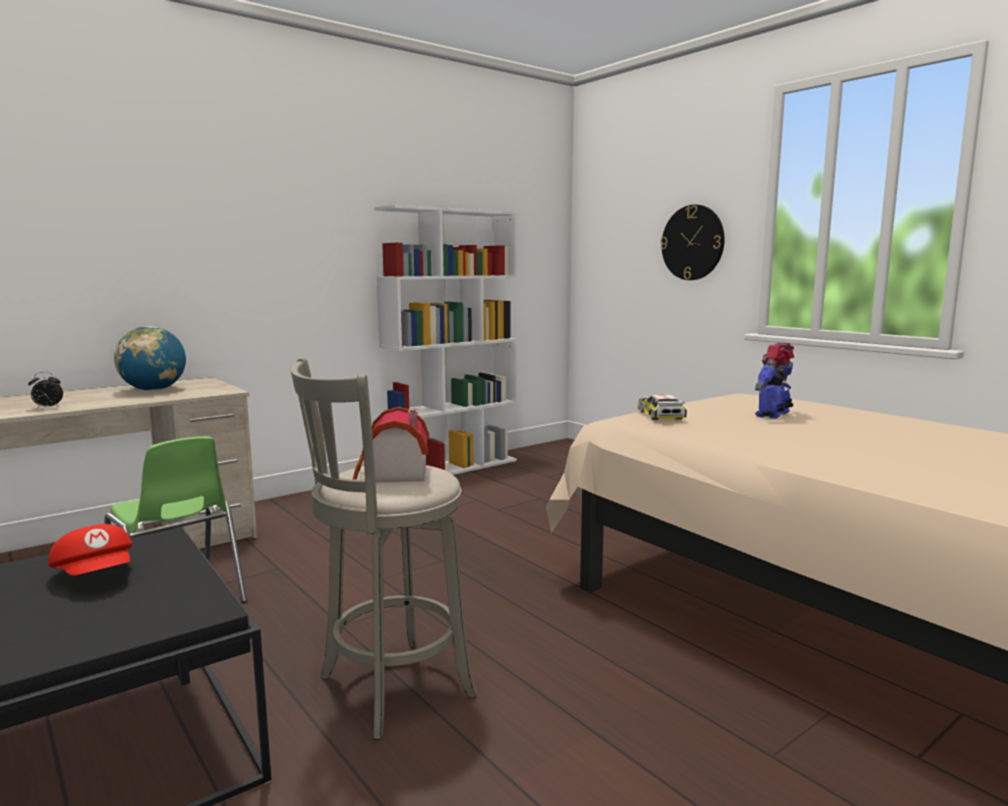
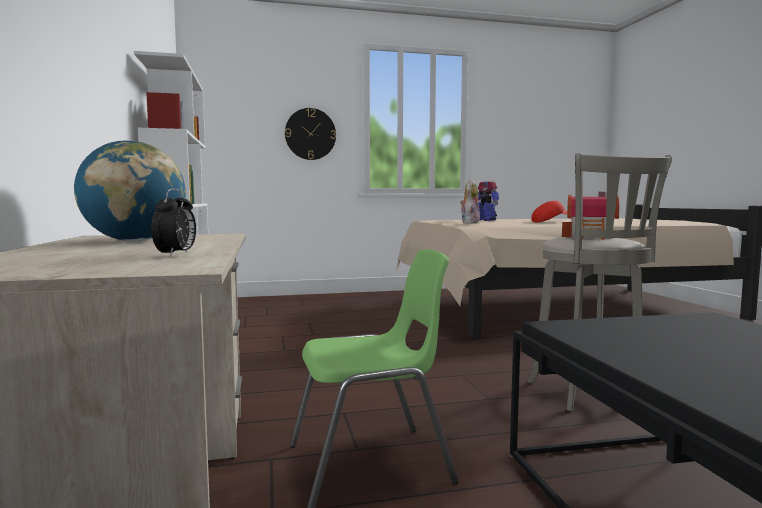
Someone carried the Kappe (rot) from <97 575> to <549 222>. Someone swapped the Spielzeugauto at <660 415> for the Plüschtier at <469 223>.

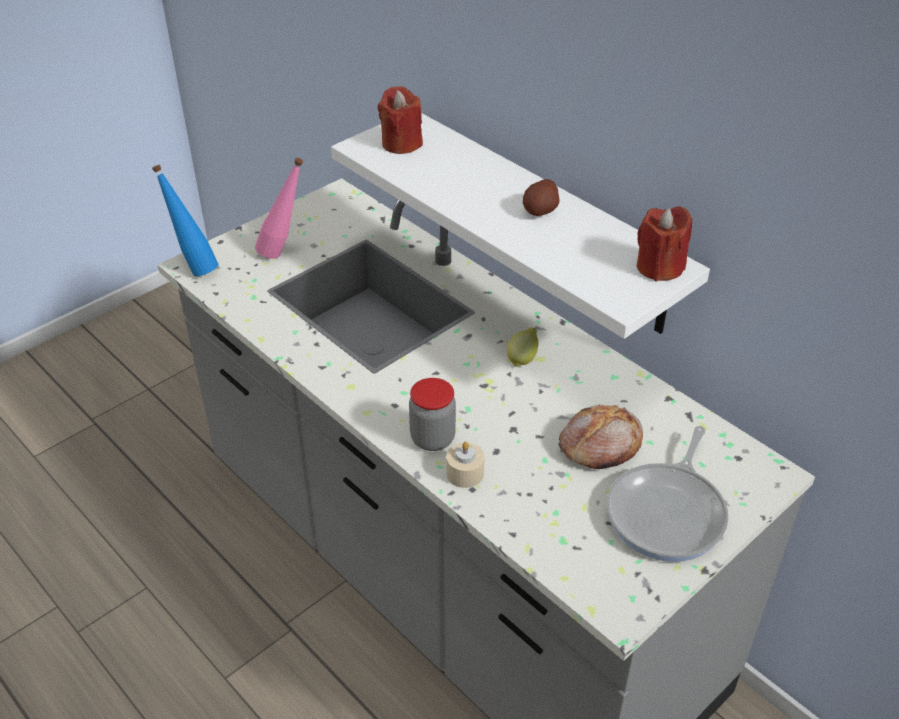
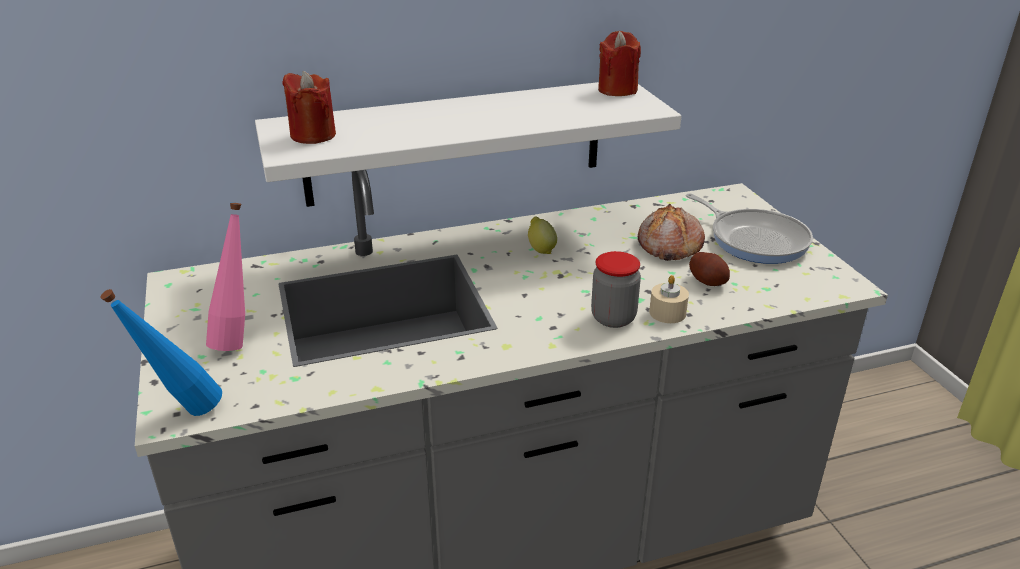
Someone carried the Kartoffel from <540 210> to <708 281>.

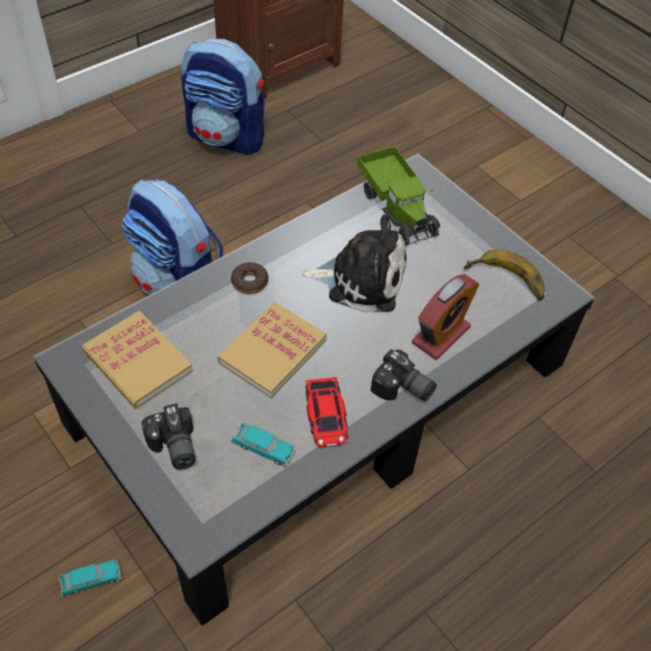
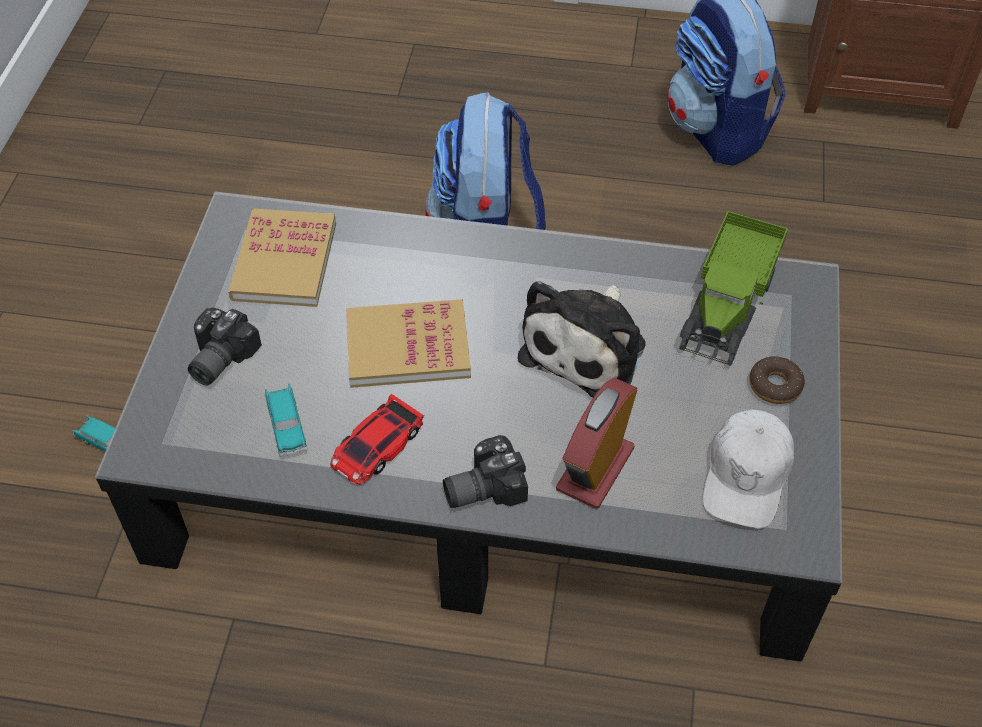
Someone carried the Donut from <249 282> to <775 385>. Someone swapped the Banane at <505 282> for the Kappe (weiß) at <746 476>. Someone rotated the Plüschtier at <361 279> by 60 degrees clockwise. Someone rotated the Kamera at <402 389> by 75 degrees clockwise. Someone rotated the Wecker at <441 335> by 120 degrees clockwise.

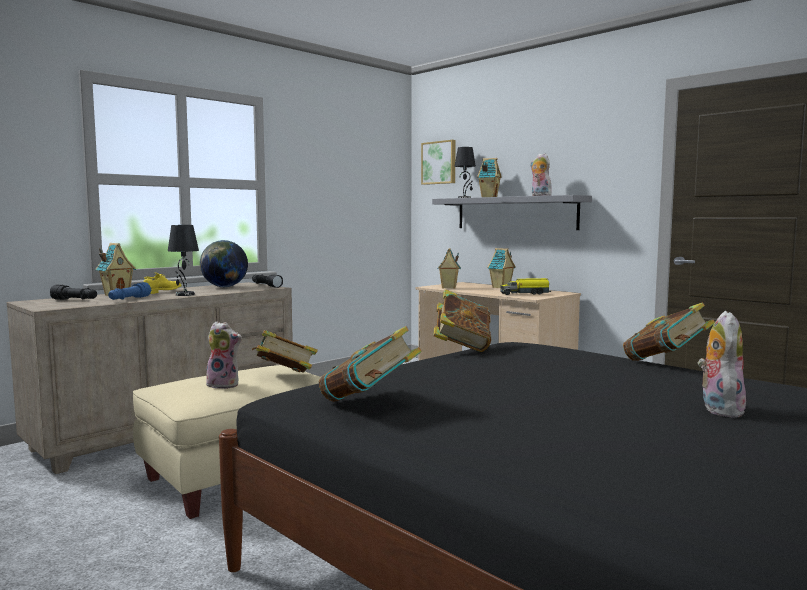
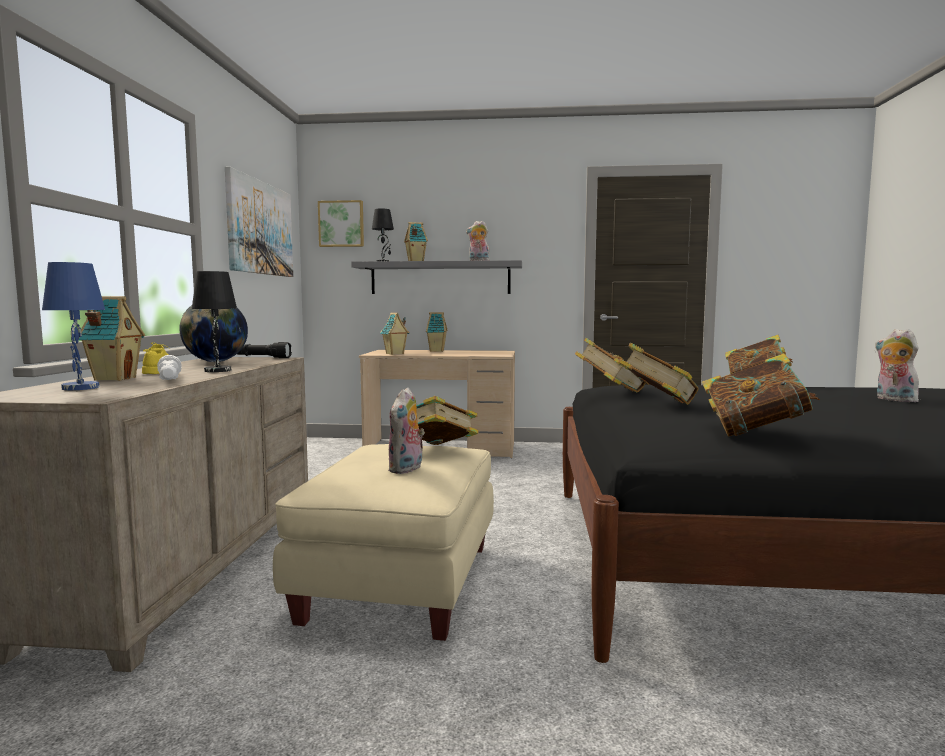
Someone took away the Spielzeuglaster at <525 293>. Someone put up the Bild at <260 228>. Someone put down the Buch at <657 404>. Someone swapped the Taschenlampe (schwarz) at <75 300> for the Tischlampe (blau) at <81 388>. Someone repainted the Taschenlampe (blau) at <129 299>, which became the Taschenlampe (weiß) at <169 380>. Someone rotated the Plüschtier at <225 385> by 135 degrees clockwise.

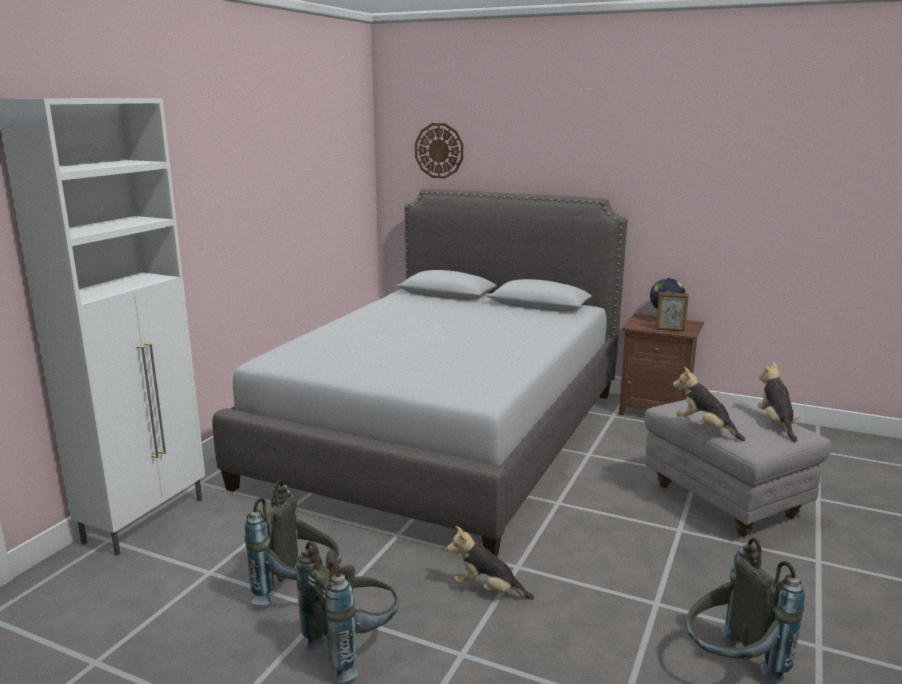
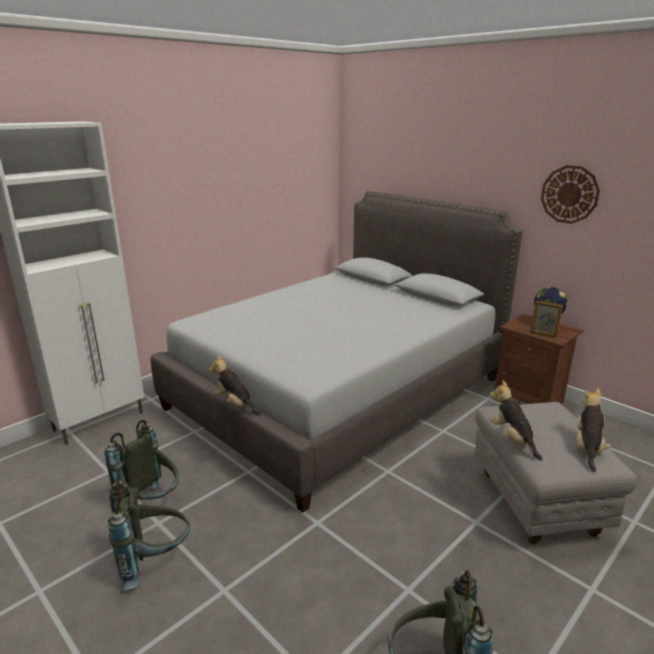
Someone carried the Wanduhr from <439 150> to <569 194>. Someone carried the Plüschtier from <488 590> to <235 404>.

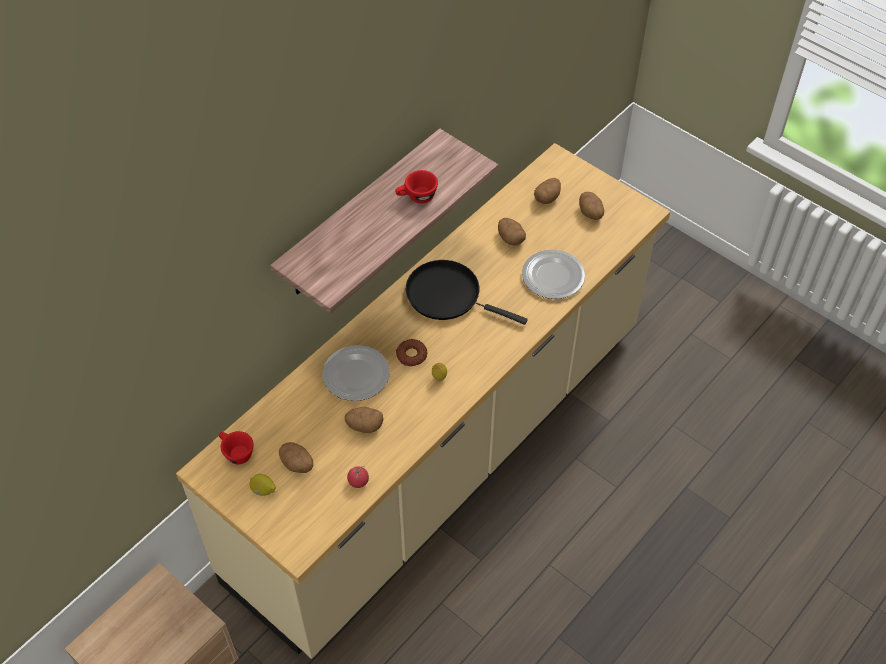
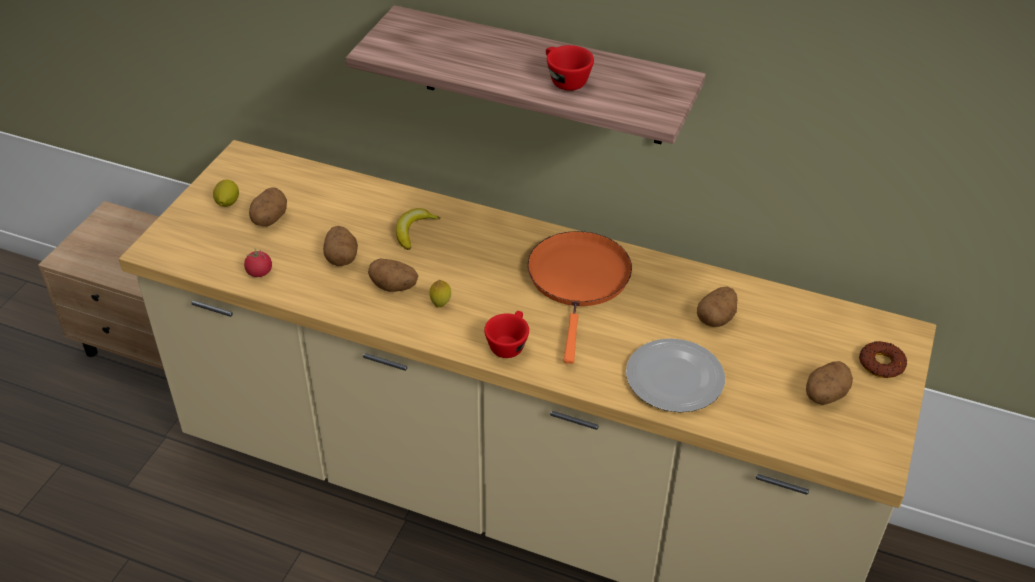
Someone carried the Tasse (rot) from <236 453> to <508 344>. Someone carried the Donut from <411 355> to <881 364>. Someone carried the Kartoffel from <547 198> to <394 286>. Someone swapped the Teller at <355 375> for the Banane at <413 231>. Someone repainted the Pfanne (schwarz) at <448 295>, which became the Pfanne (orange) at <579 281>.

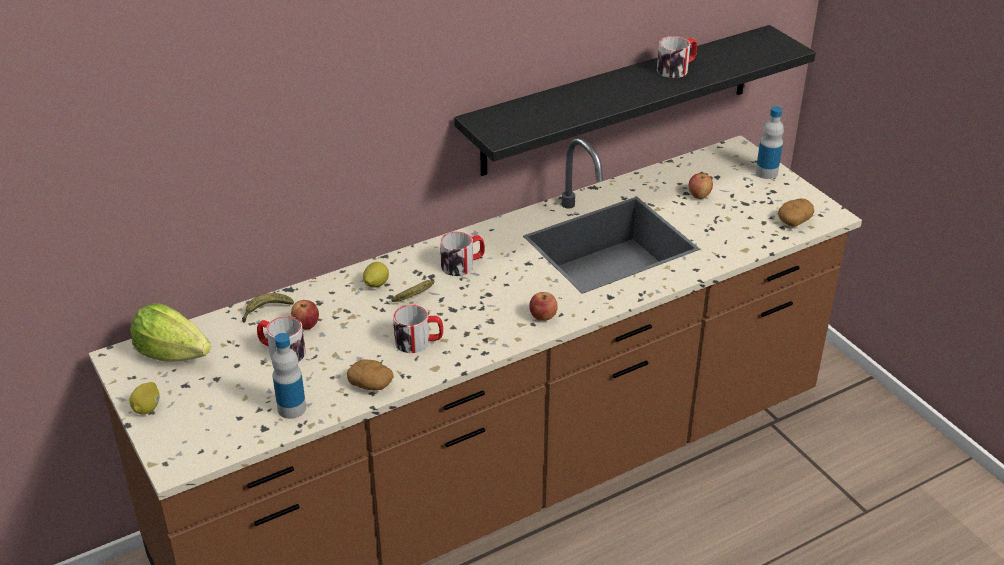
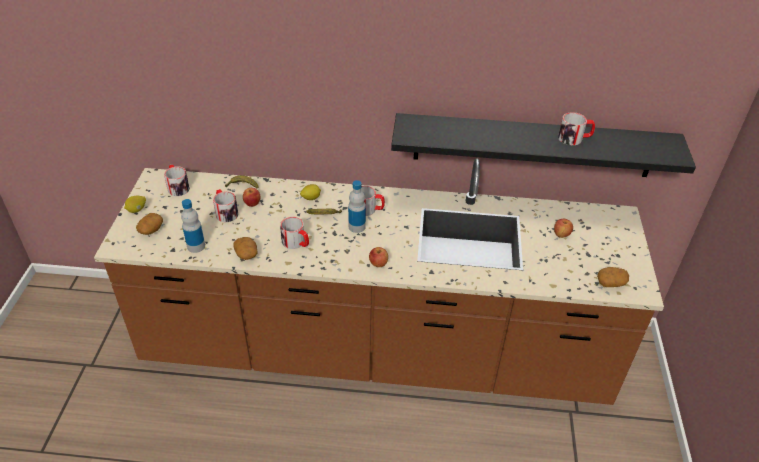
Someone put down the Kartoffel at <151 230>. Someone carried the Flasche from <766 173> to <357 227>. Someone swapped the Salatkopf at <172 353> for the Henkelbecher at <177 187>.

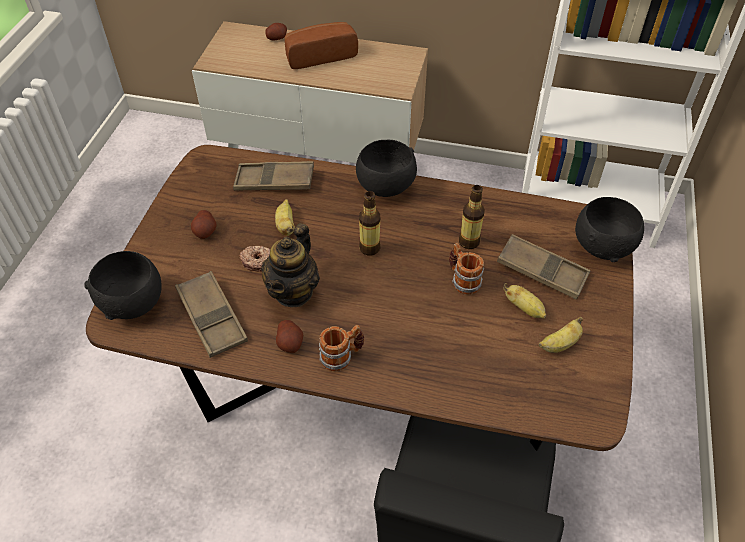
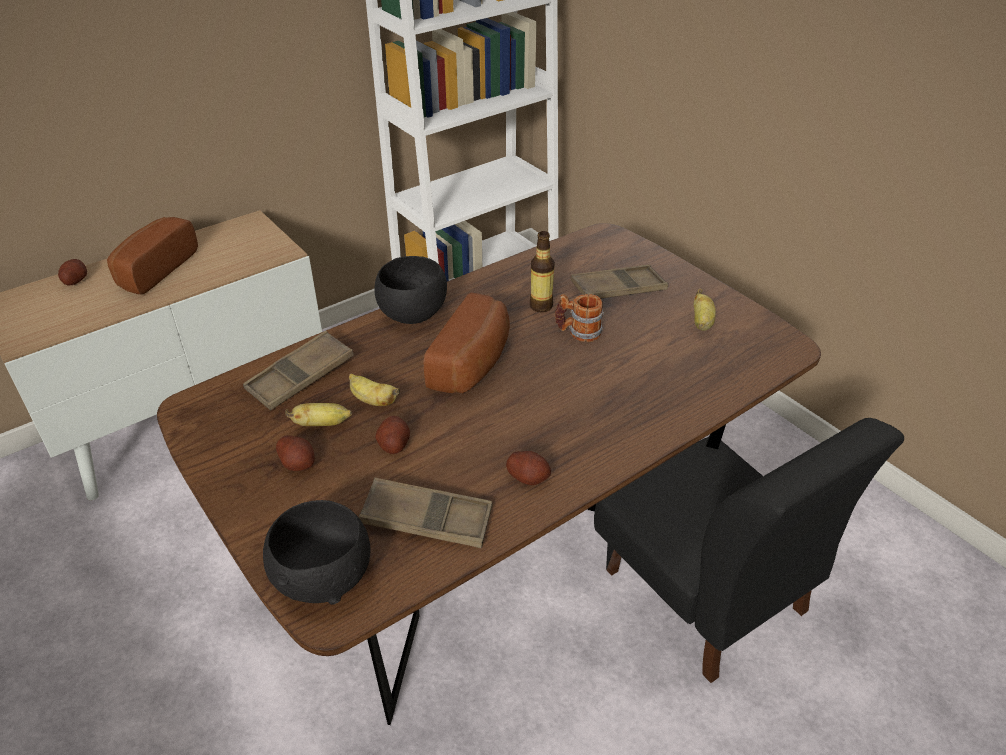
Someone took away the Teekanne at <293 291>. Someone took away the Henkelbecher at <342 356>. Someone took away the Schüssel (schwarz) at <603 246>. Someone carried the Banane from <524 308> to <322 424>. Someone swapped the Donut at <258 261> for the Kartoffel at <393 445>. Someone swapped the Flasche at <369 248> for the Brot at <474 363>.

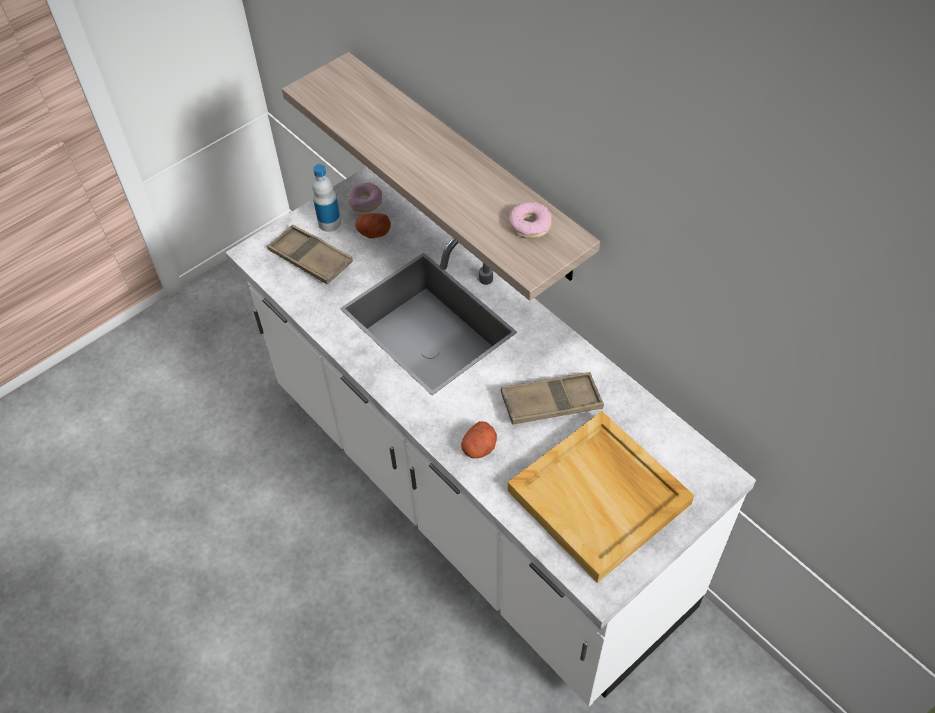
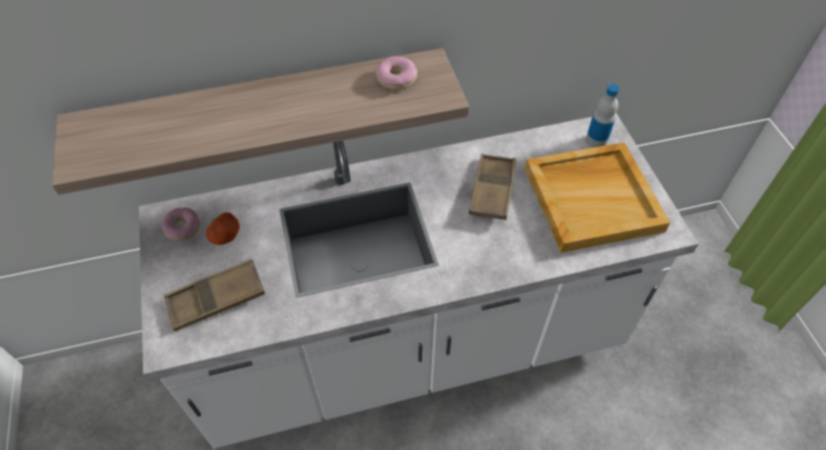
Someone took away the Kartoffel at <479 448>. Someone carried the Flasche from <329 223> to <596 141>.

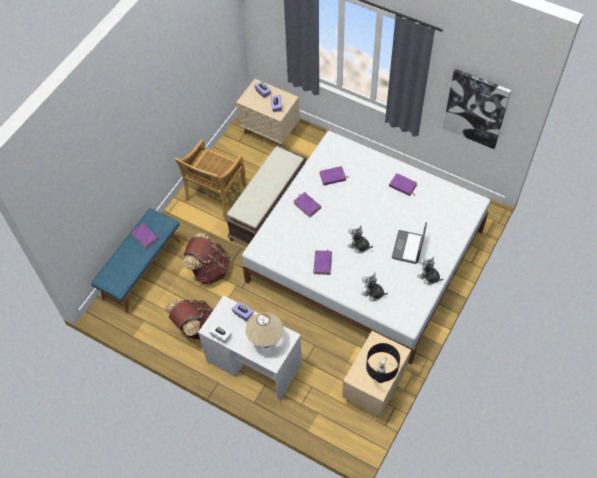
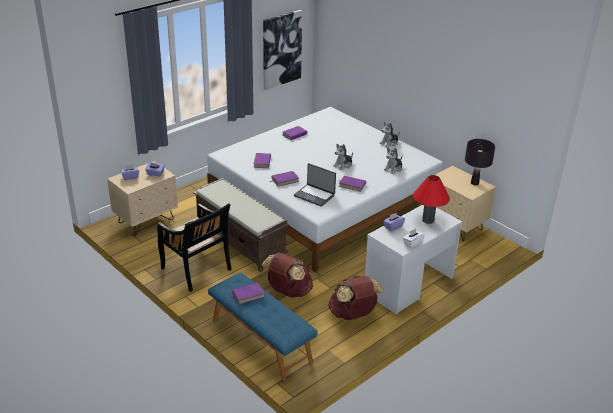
Someone carried the Laptop from <408 247> to <314 195>. Someone repainted the Stuhl (beige) at <215 194>, which became the Stuhl (schwarz) at <197 270>. Someone repainted the Tischlampe (beige) at <266 342>, which became the Tischlampe (rot) at <428 220>.

